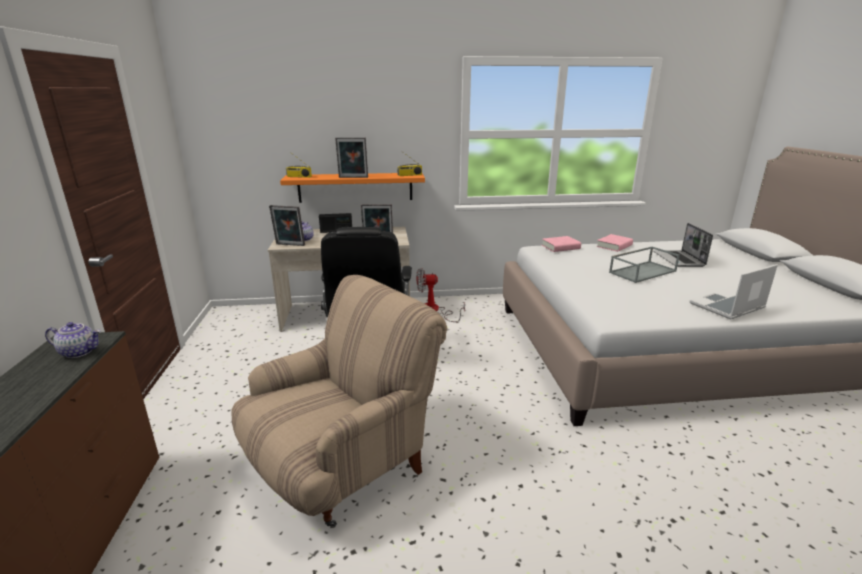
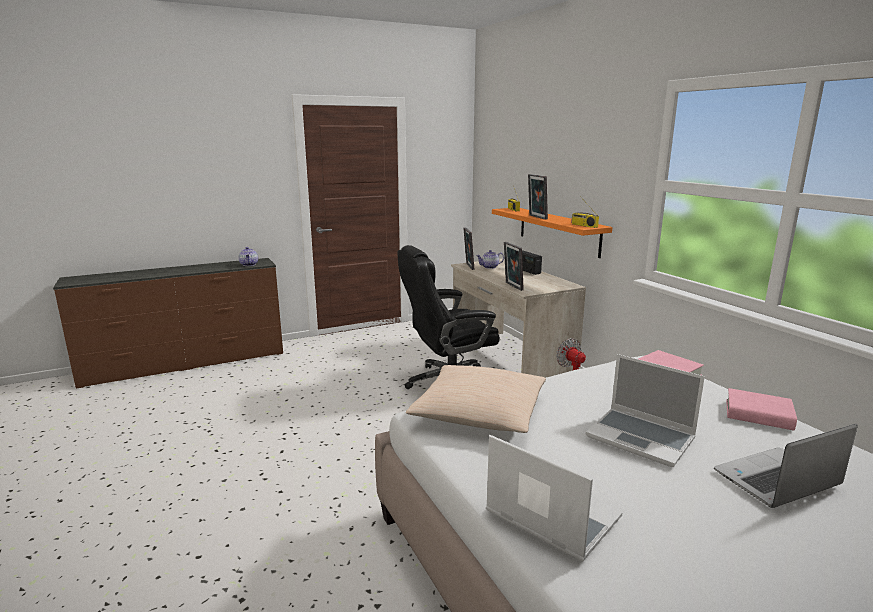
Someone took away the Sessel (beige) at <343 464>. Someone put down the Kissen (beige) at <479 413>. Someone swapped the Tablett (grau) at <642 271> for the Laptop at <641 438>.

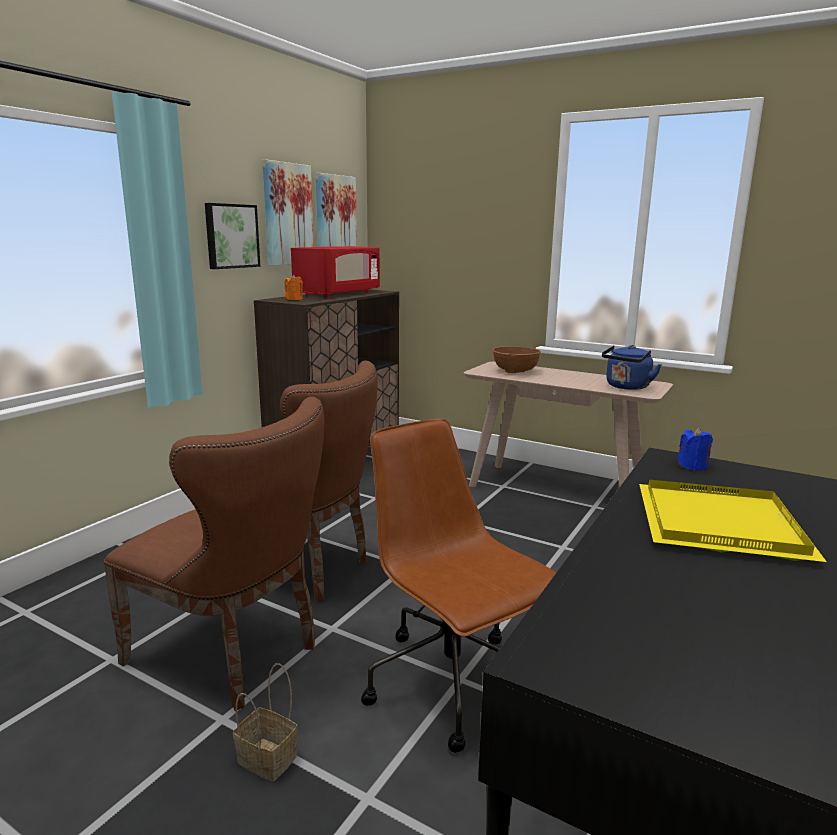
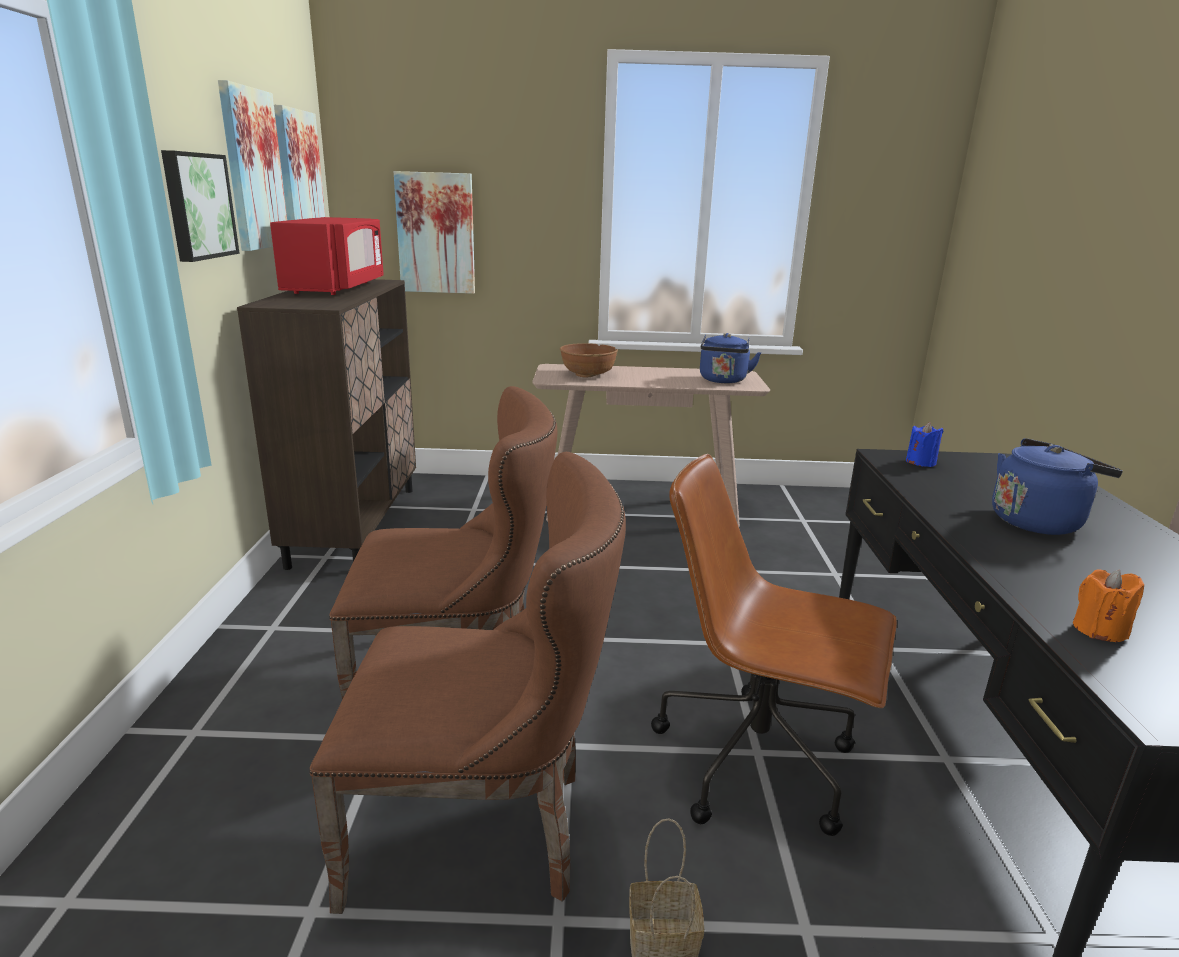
Someone put up the Bild at <436 233>. Someone carried the Kerze (orange) from <294 299> to <1099 630>. Someone swapped the Tablett (gelb) at <723 526> for the Wasserkessel (blau) at <1038 521>.

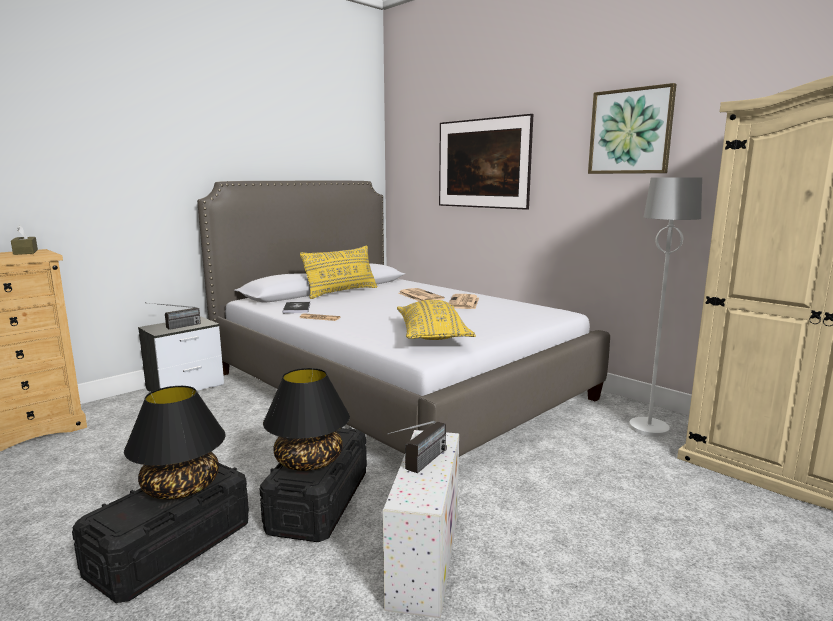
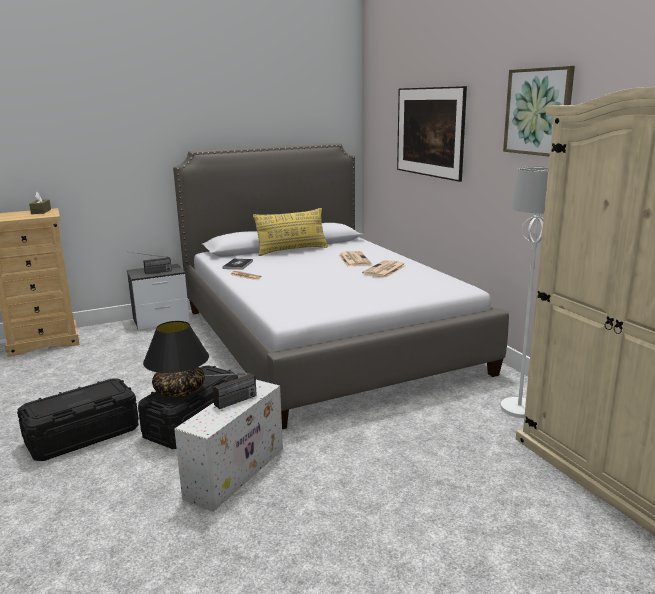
Someone took away the Tischlampe (schwarz) at <180 487>. Someone took away the Kissen (gelb) at <432 335>.

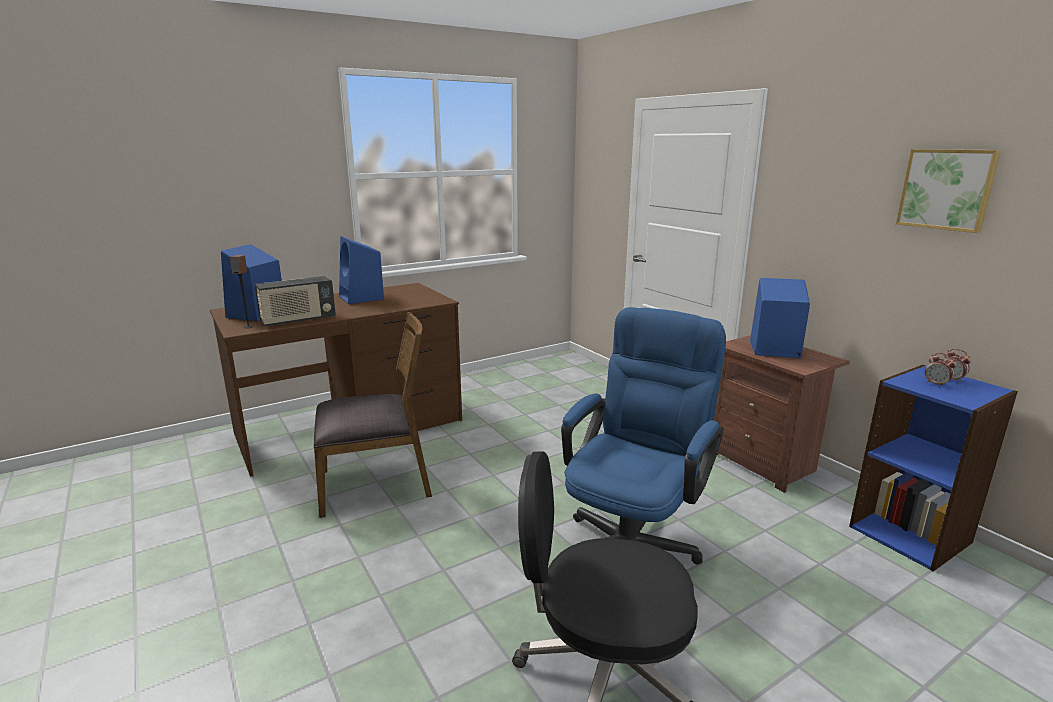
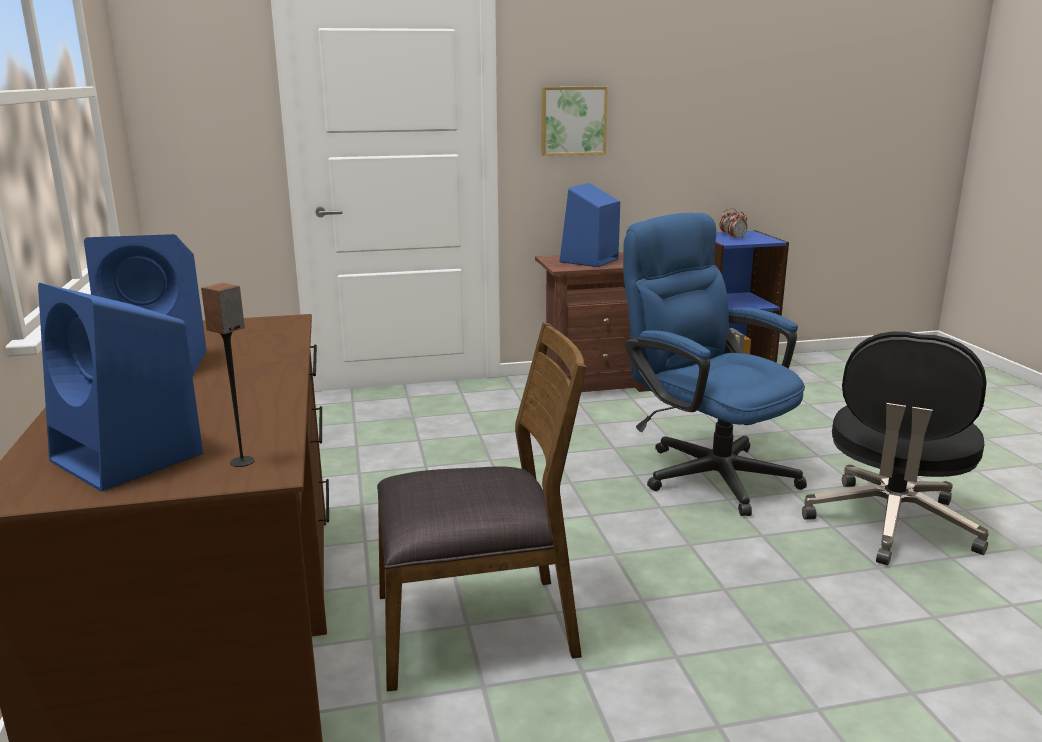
Someone took away the Radio at <298 320>. Someone carried the Bild from <947 189> to <573 121>. Someone rotated the Stuhl (braun) at <376 484> by 75 degrees clockwise.

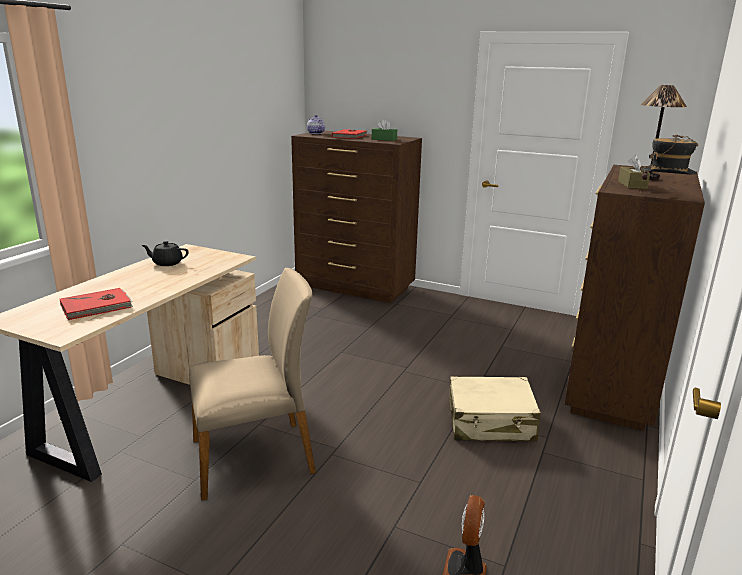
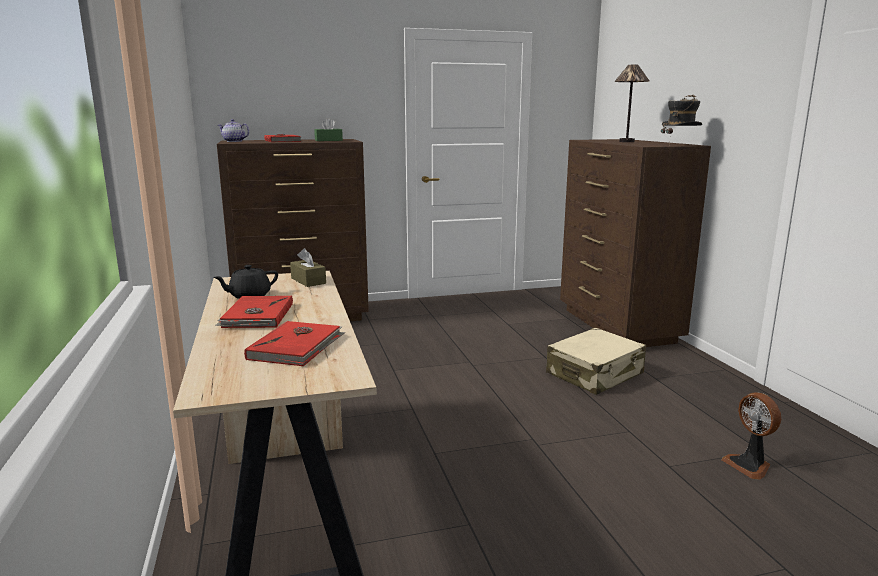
Someone took away the Stuhl (beige) at <254 456>. Someone put down the Buch (rot) at <257 316>. Someone carried the Taschentuchbox (braun) from <632 185> to <308 281>.

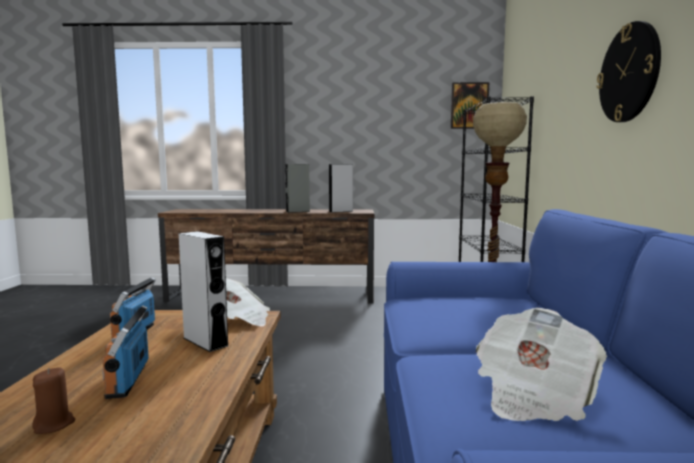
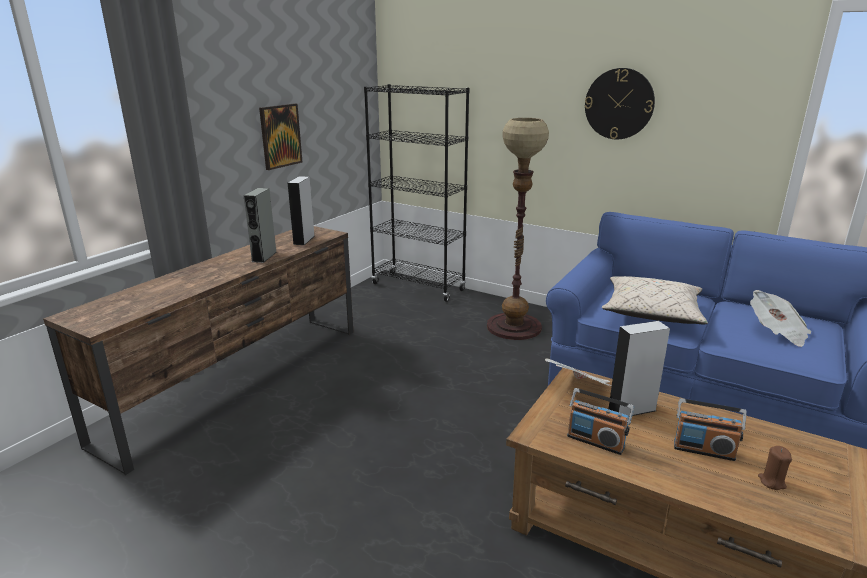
Someone put down the Kissen (beige) at <651 312>. Someone carried the Bild from <469 105> to <280 136>.

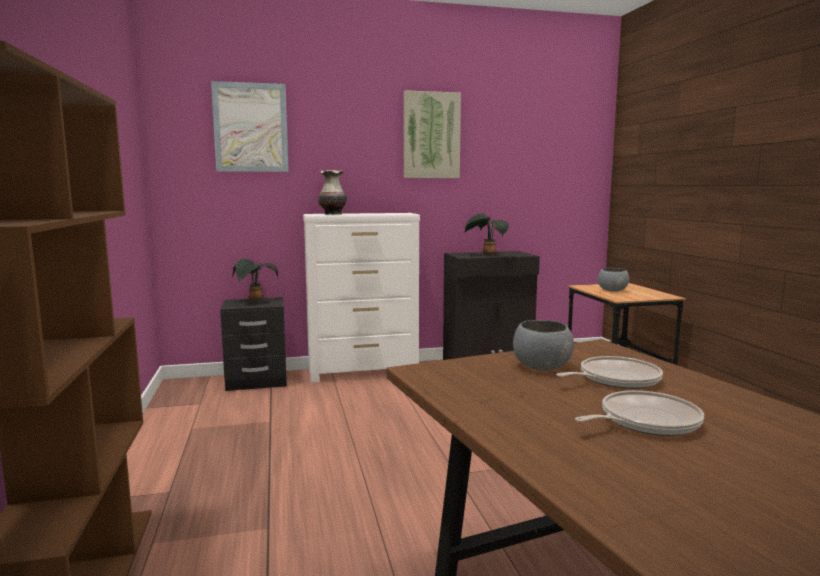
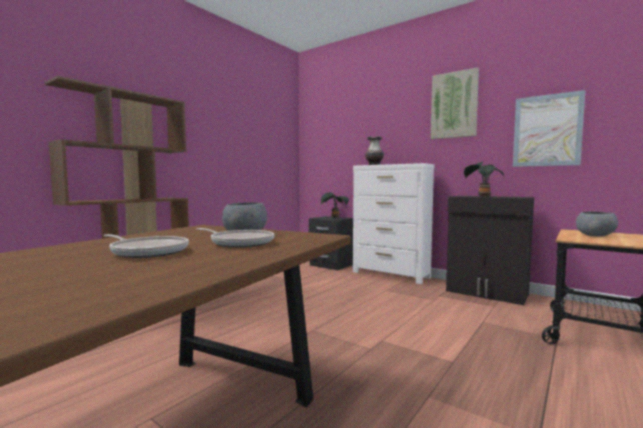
Someone carried the Bild from <251 127> to <547 130>.

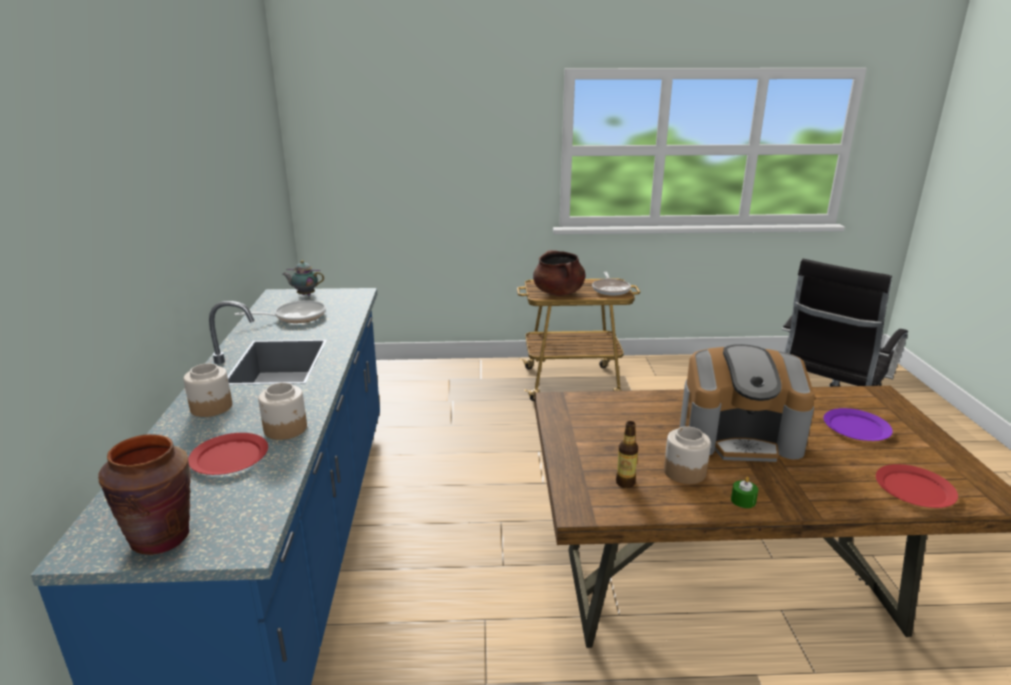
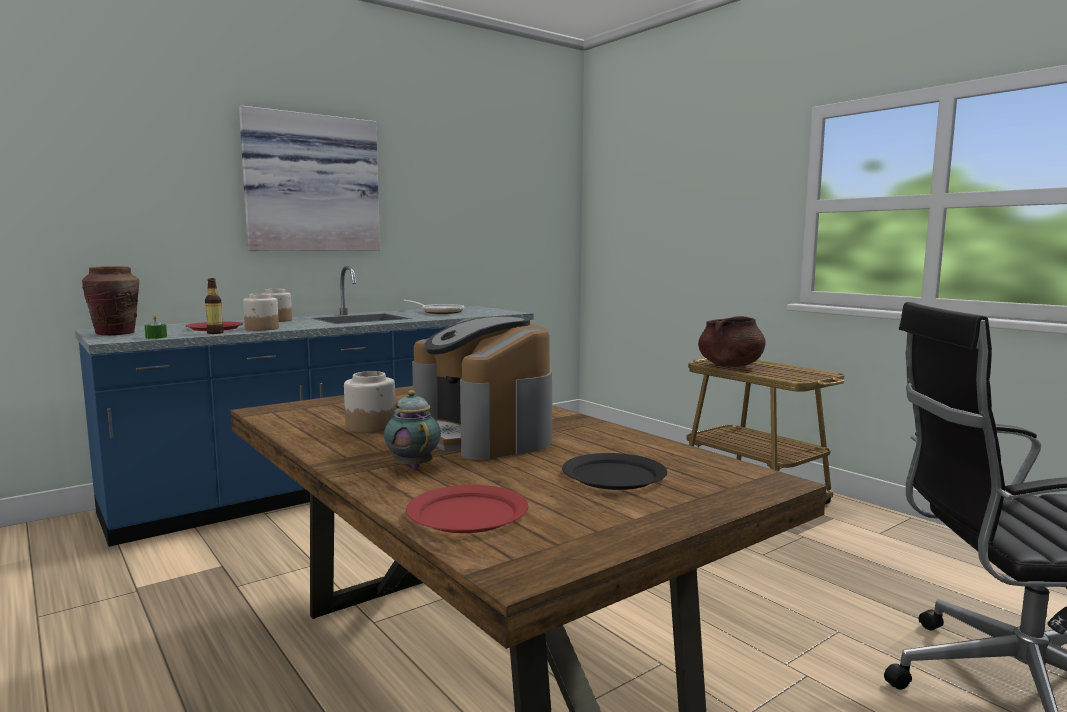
Someone took away the Pfanne at <610 289>. Someone put up the Bild at <311 184>. Someone carried the Teekanne from <305 295> to <412 466>. Someone carried the Flasche from <625 482> to <215 333>. Someone carried the Kerze (grün) from <743 500> to <156 337>. Someone repainted the Teller (lila) at <856 428>, which became the Teller (schwarz) at <613 476>.

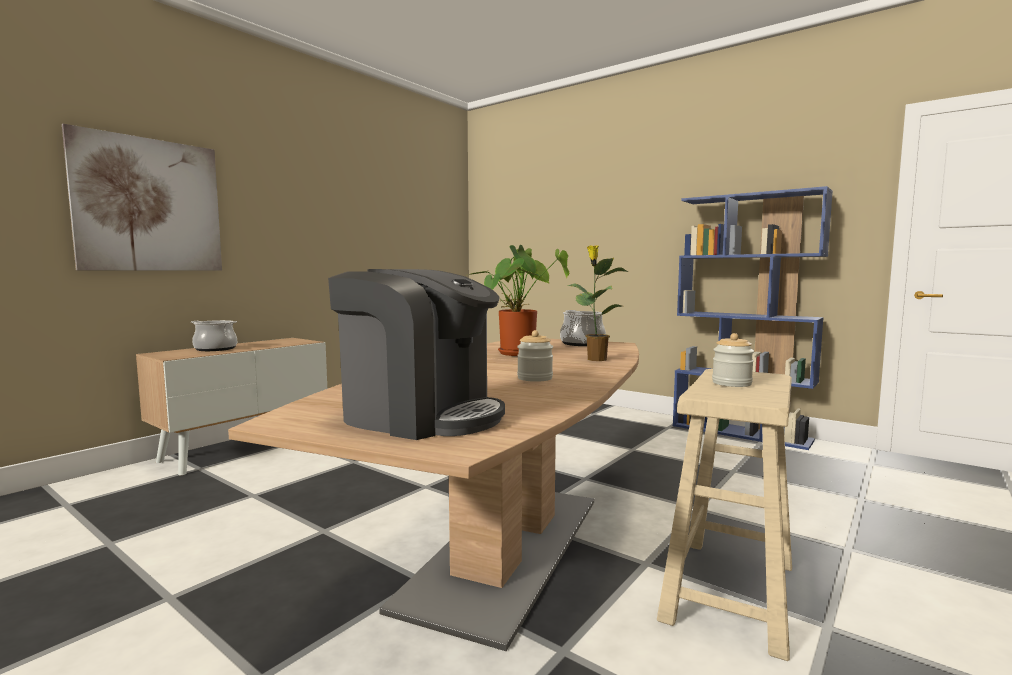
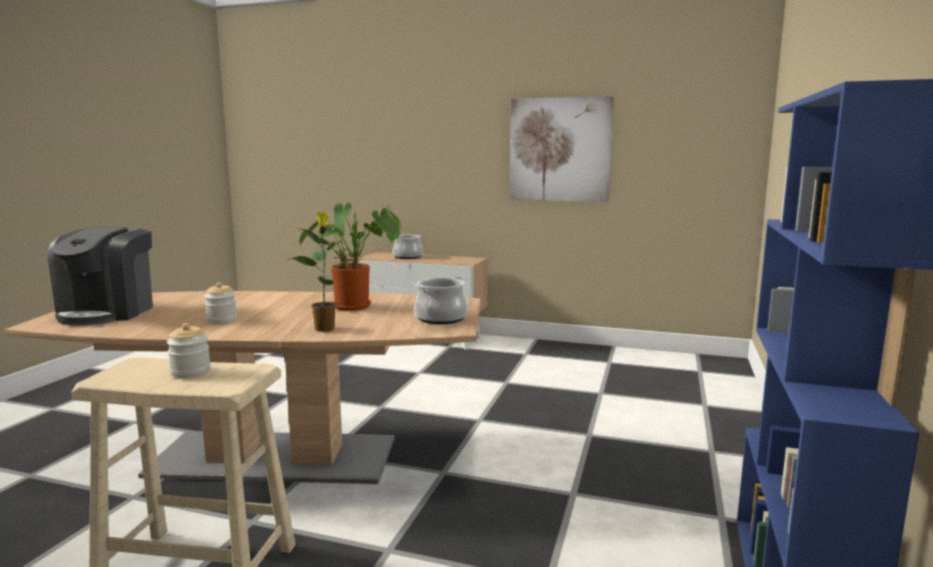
Someone carried the Bild from <149 205> to <559 150>.

